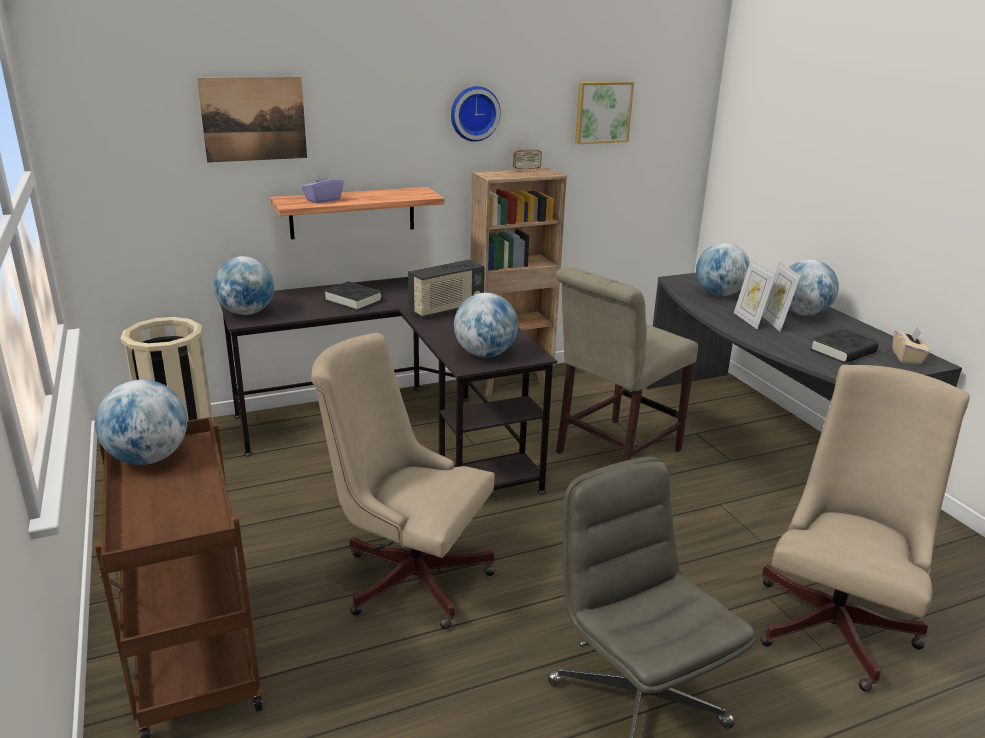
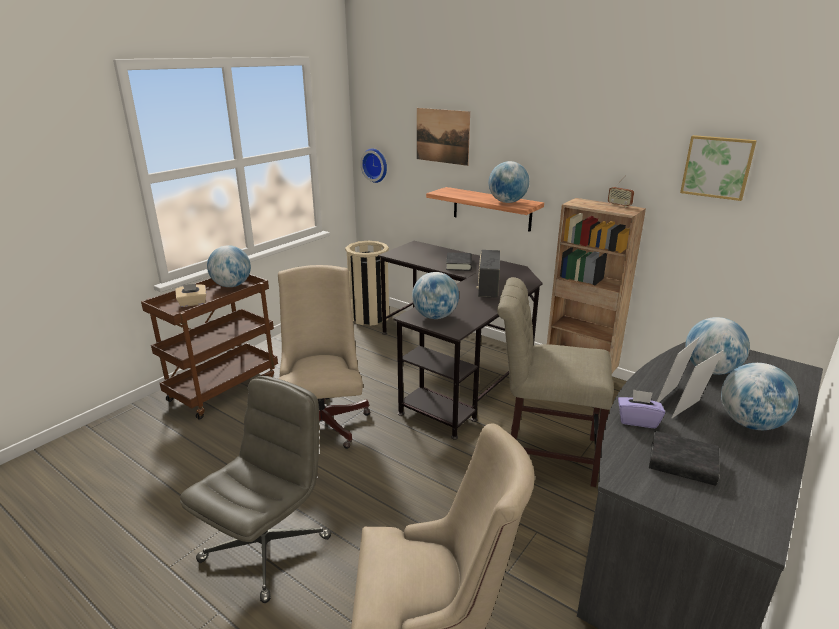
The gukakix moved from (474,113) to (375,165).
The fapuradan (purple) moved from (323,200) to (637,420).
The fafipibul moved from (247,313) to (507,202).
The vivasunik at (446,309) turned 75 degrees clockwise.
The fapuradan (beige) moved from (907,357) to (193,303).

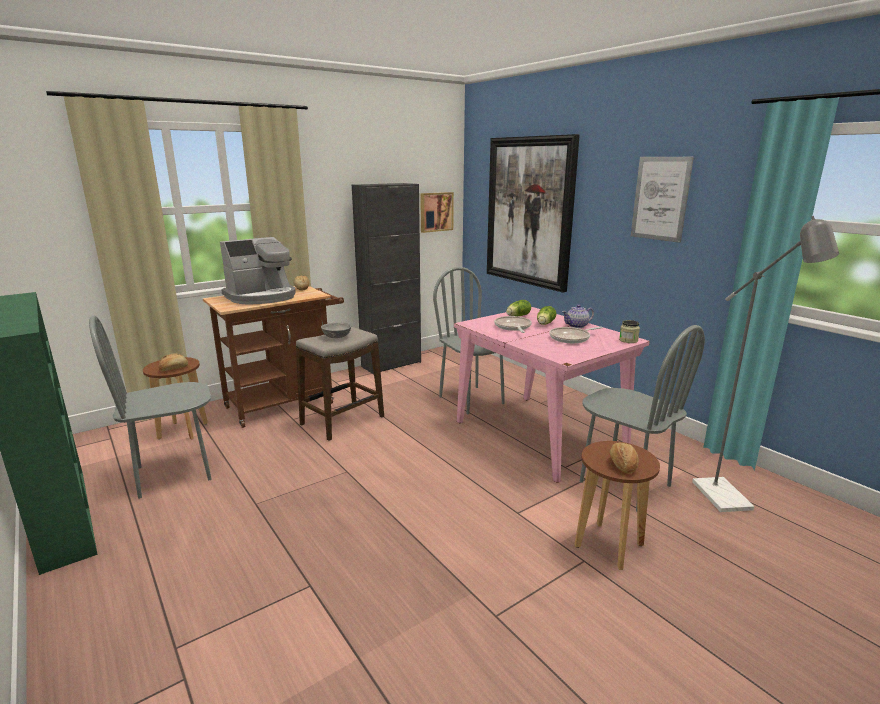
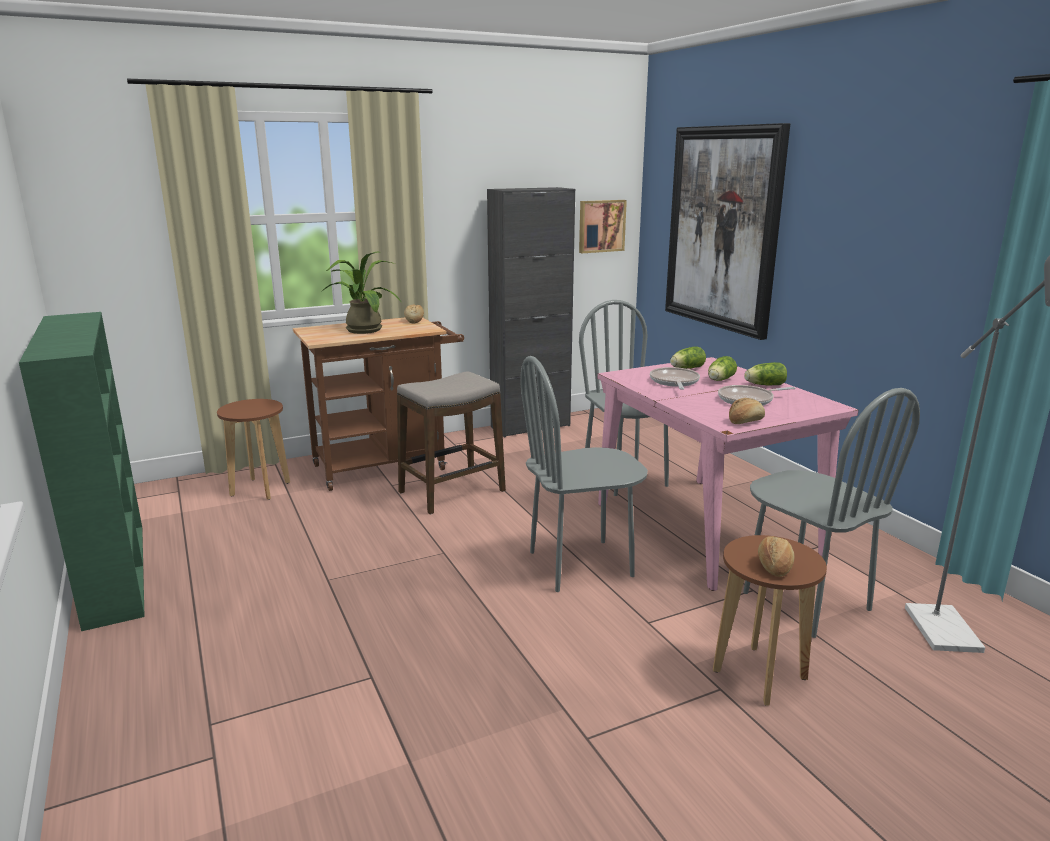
The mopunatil at (660,199) disappeared.
The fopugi at (262,297) was replaced by the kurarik at (362,329).
The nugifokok at (577,326) was replaced by the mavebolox at (763,385).
The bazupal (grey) moved from (174,473) to (580,564).
The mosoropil at (628,340) disappeared.
The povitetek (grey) at (336,336) disappeared.
The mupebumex moved from (173,368) to (745,421).

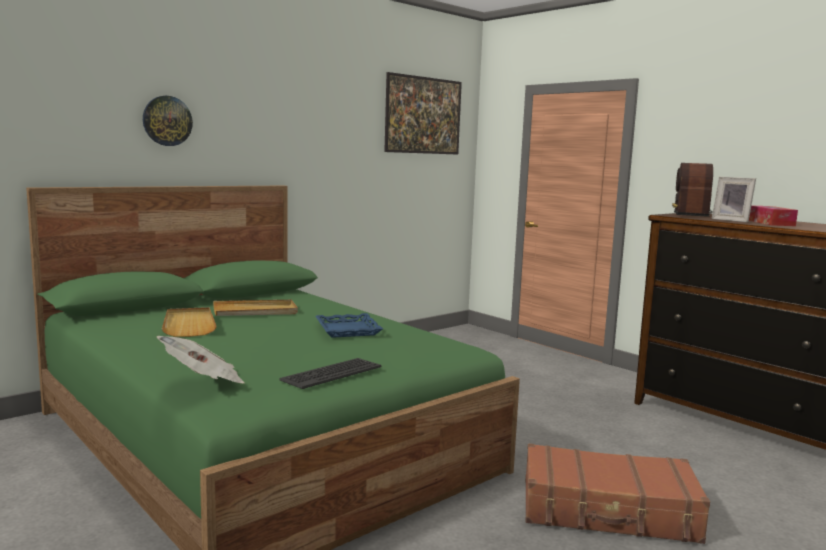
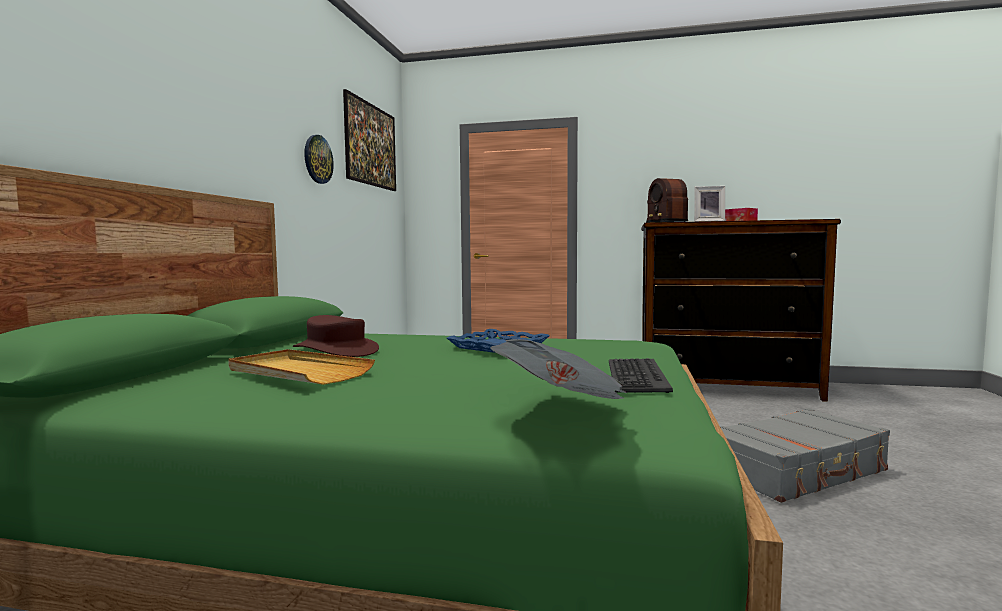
The gukakix moved from (167,121) to (317,159).
The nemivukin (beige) at (255,311) was replaced by the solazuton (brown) at (336,350).
The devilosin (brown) at (608,511) became the devilosin (grey) at (797,471).

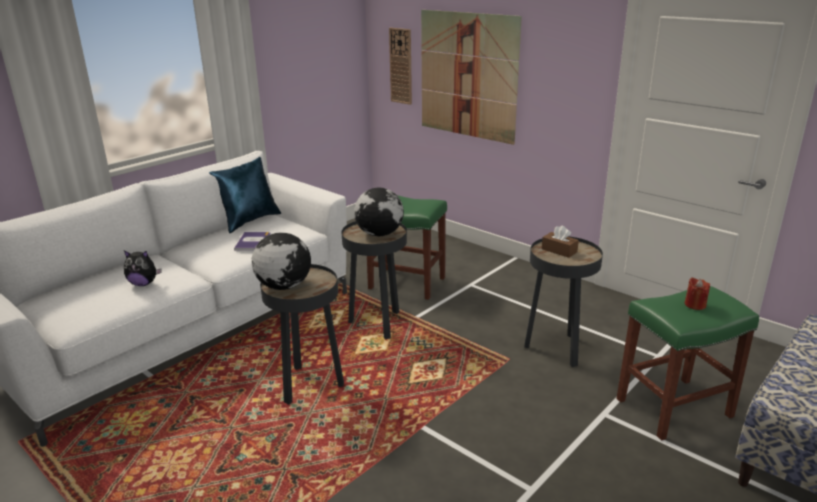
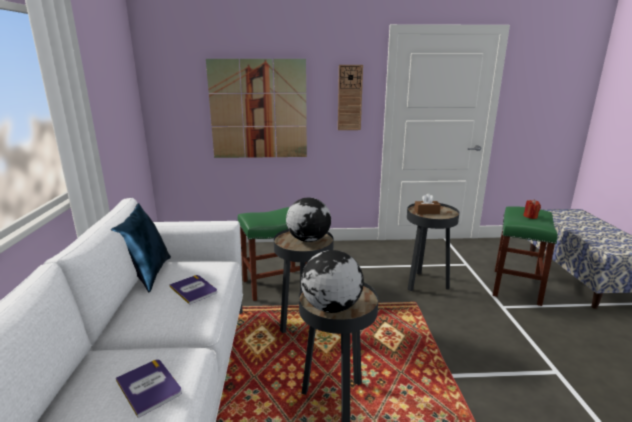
The gukakix moved from (401,66) to (349,98).
The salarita at (144,284) was replaced by the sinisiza at (149,387).

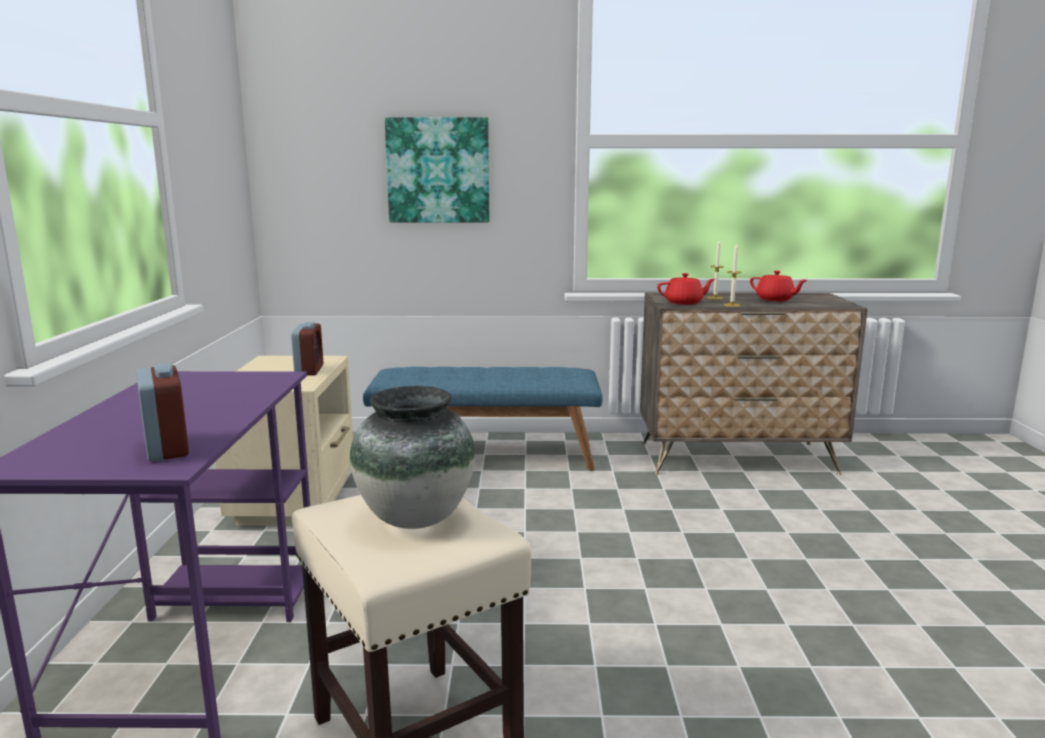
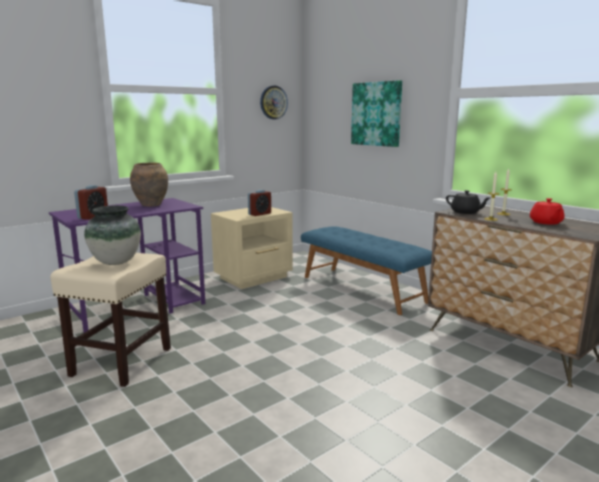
The nugifokok (red) at (684,302) became the nugifokok (black) at (465,212).
The gukakix at (273,102) appeared.
The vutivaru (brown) at (151,205) appeared.

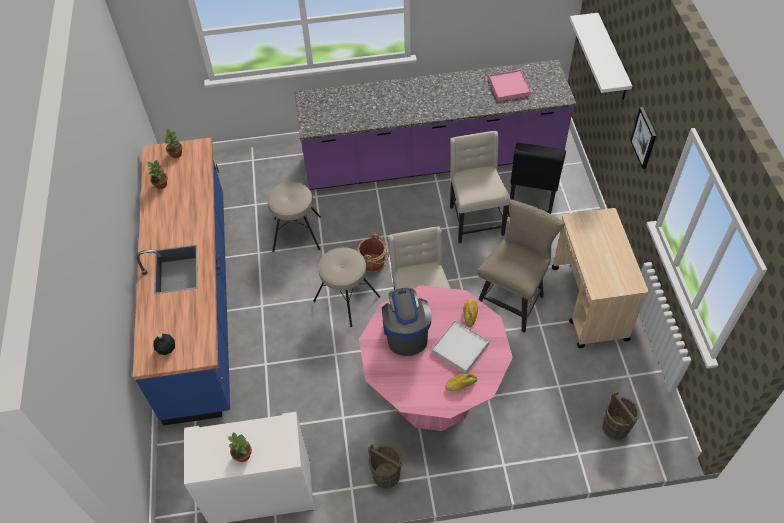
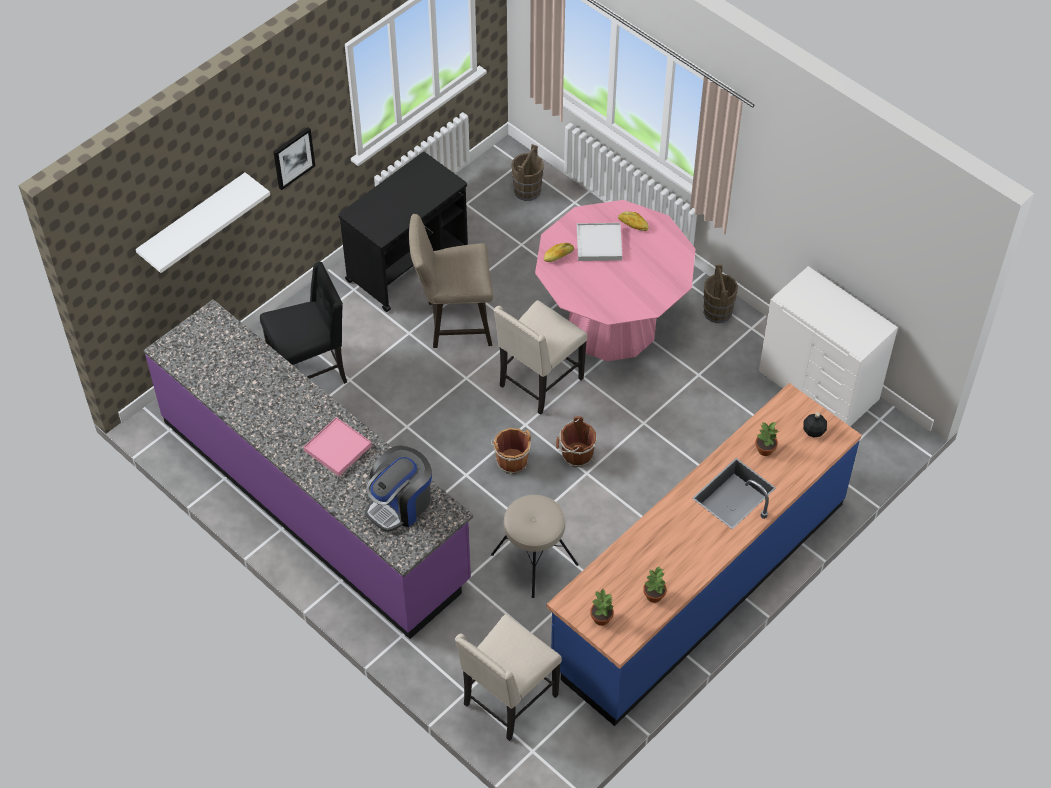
The nemivukin (pink) moved from (509,87) to (337,448).
The bazupal (beige) moved from (475,220) to (508,700).
The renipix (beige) at (589,304) became the renipix (black) at (408,264).
The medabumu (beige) at (346,299) was replaced by the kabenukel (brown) at (575,455).
The fopugi moved from (406,333) to (400,504).
The kurarik moved from (243,455) to (764,449).

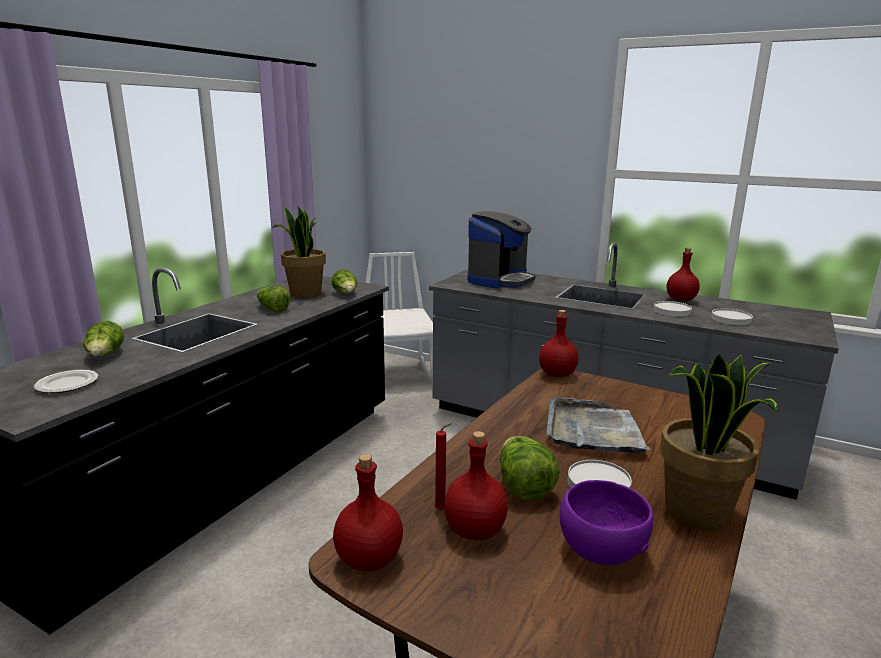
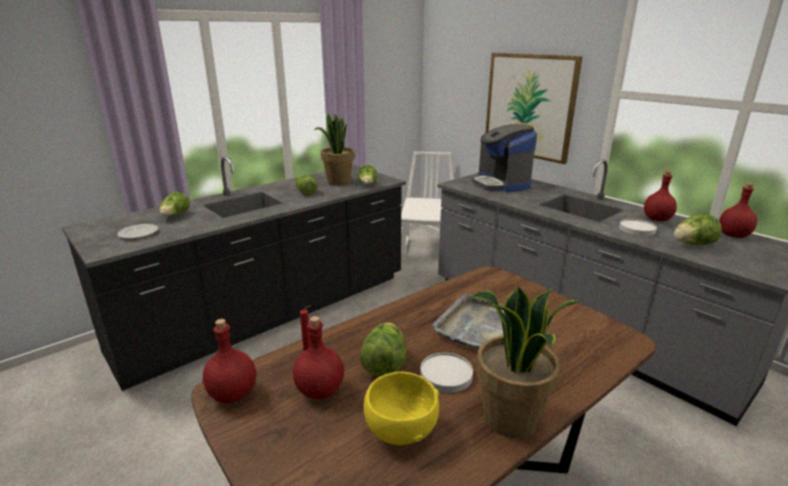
The fopugi at (500,280) turned 105 degrees clockwise.
The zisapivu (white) at (731,319) was replaced by the mavebolox at (692,244).
The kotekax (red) moved from (556,375) to (733,235).
The povitetek (purple) at (600,550) became the povitetek (yellow) at (400,430).
The mopunatil at (529,106) appeared.

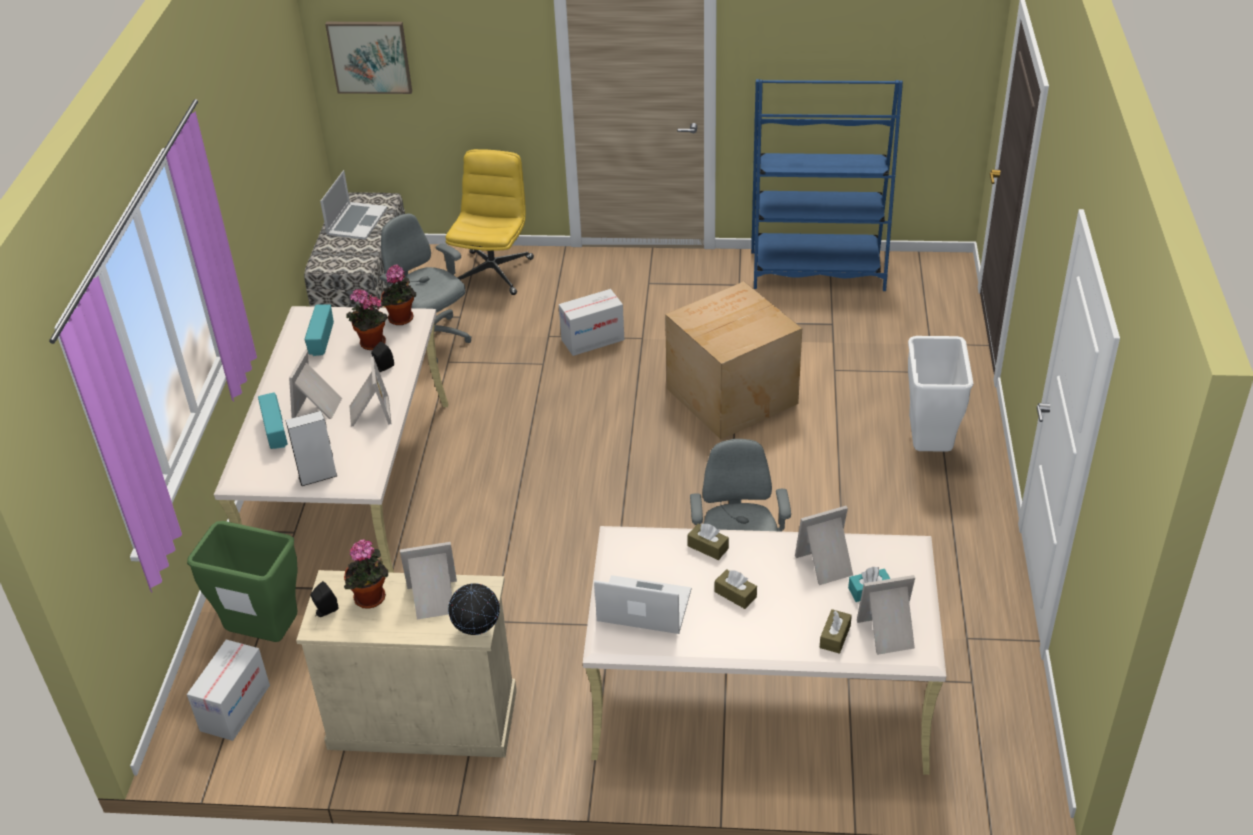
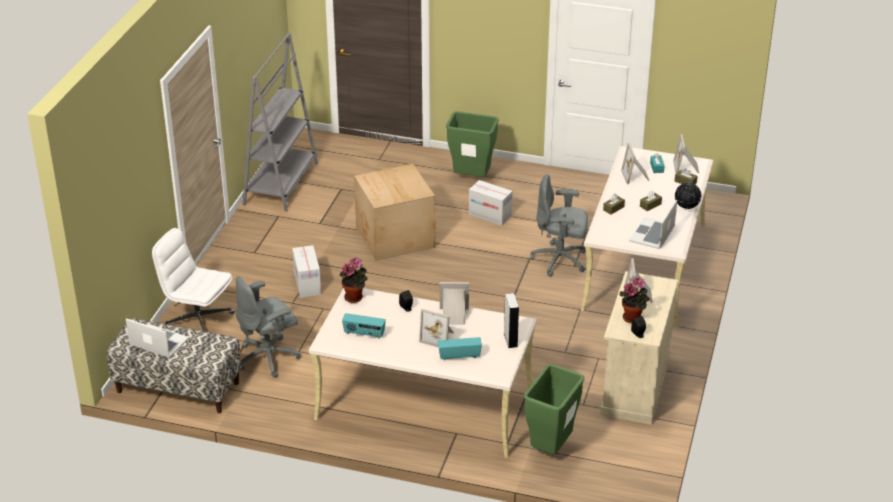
The mopunatil at (370,56) disappeared.
The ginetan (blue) at (817,271) became the ginetan (grey) at (281,184).
The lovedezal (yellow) at (493,272) became the lovedezal (white) at (197,320).
The kurarik at (370,344) disappeared.
The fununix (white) at (929,447) became the fununix (green) at (472,178).
The fafipibul moved from (477,631) to (686,209).
The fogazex moved from (235,707) to (490,215).

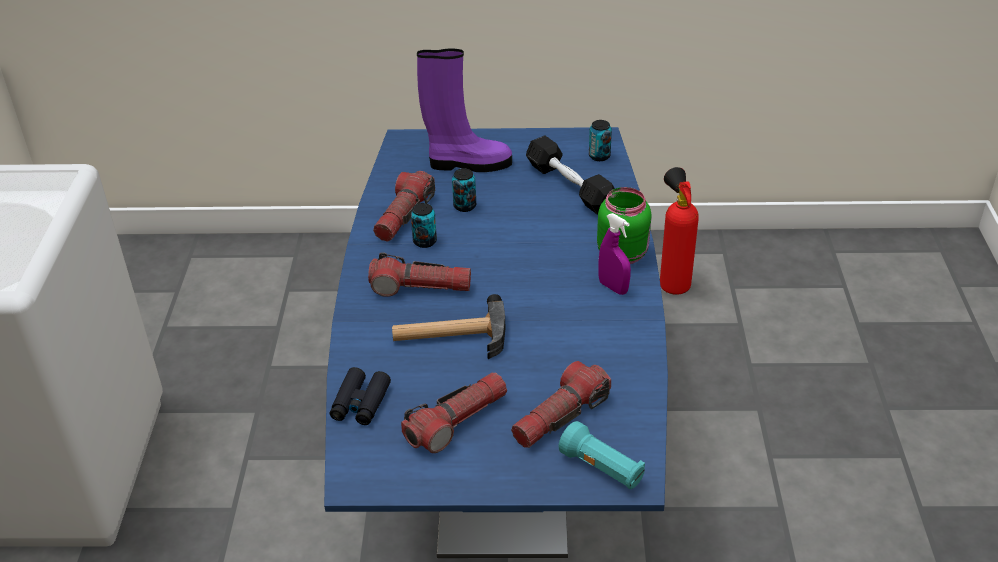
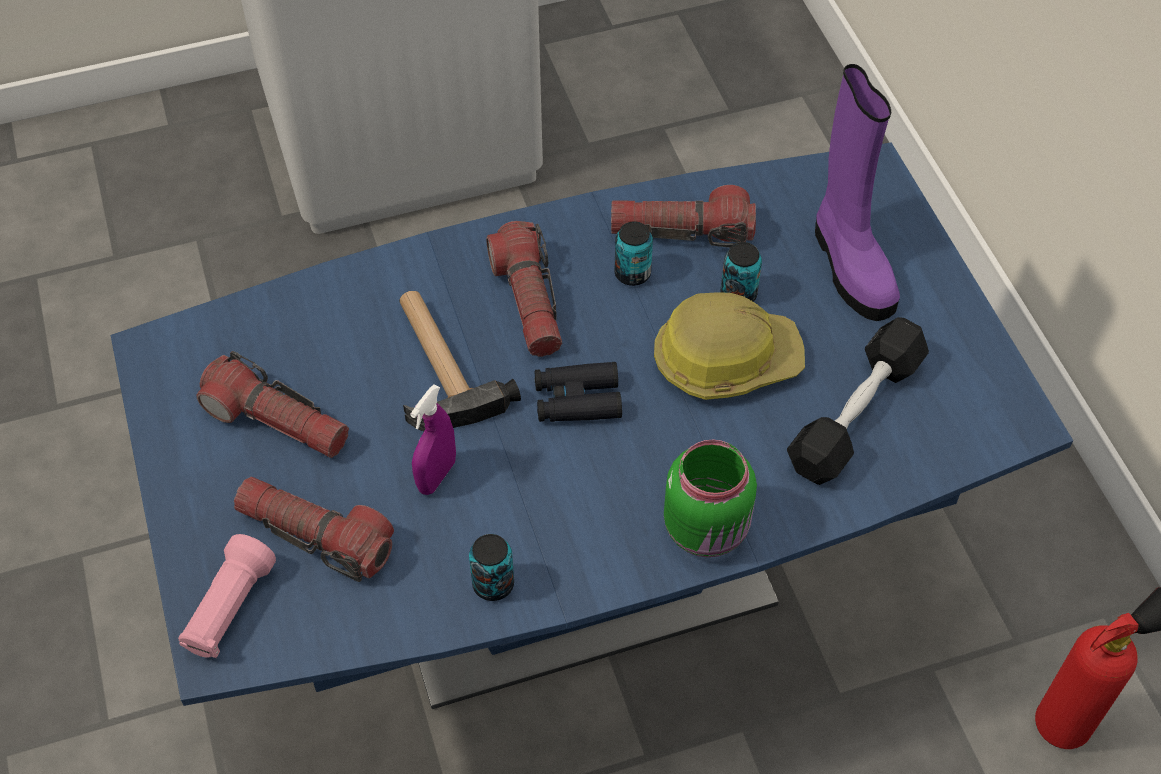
The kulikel moved from (599,156) to (493,584).
The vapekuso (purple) moved from (613,287) to (436,476).
The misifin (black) moved from (360,403) to (577,400).
The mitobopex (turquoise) at (602,469) became the mitobopex (pink) at (229,609).
The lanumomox at (725,359) appeared.

